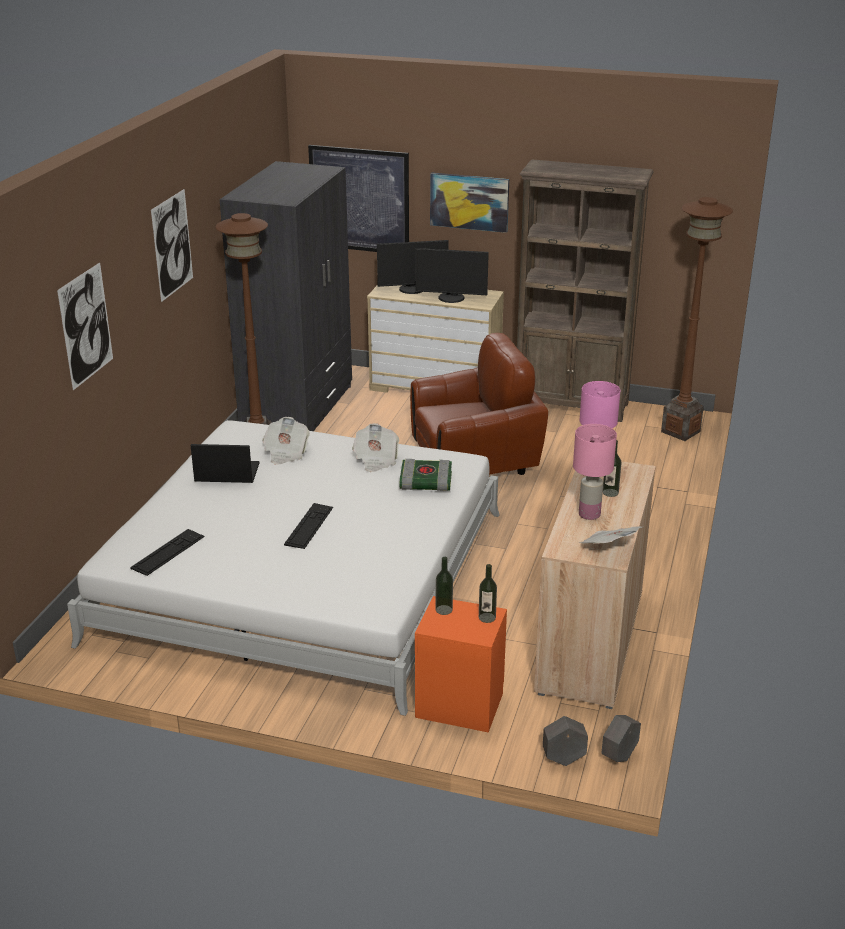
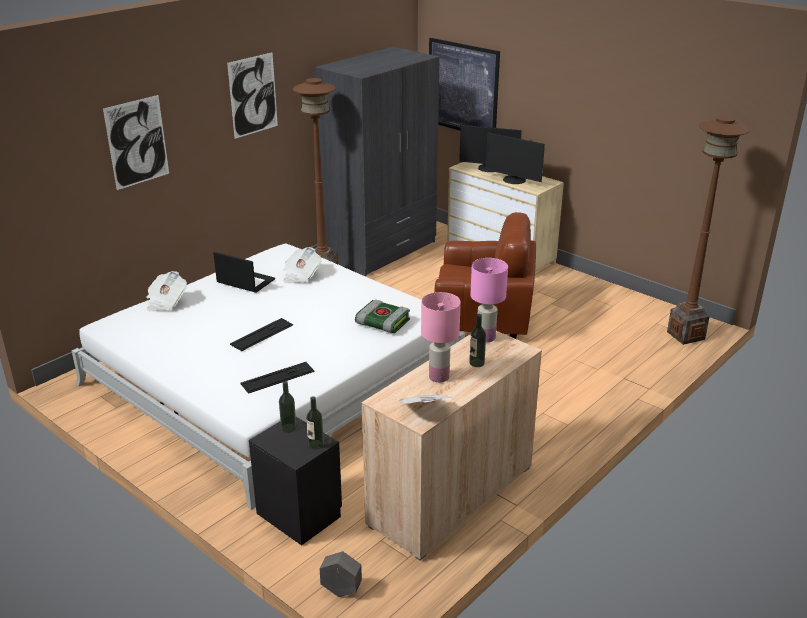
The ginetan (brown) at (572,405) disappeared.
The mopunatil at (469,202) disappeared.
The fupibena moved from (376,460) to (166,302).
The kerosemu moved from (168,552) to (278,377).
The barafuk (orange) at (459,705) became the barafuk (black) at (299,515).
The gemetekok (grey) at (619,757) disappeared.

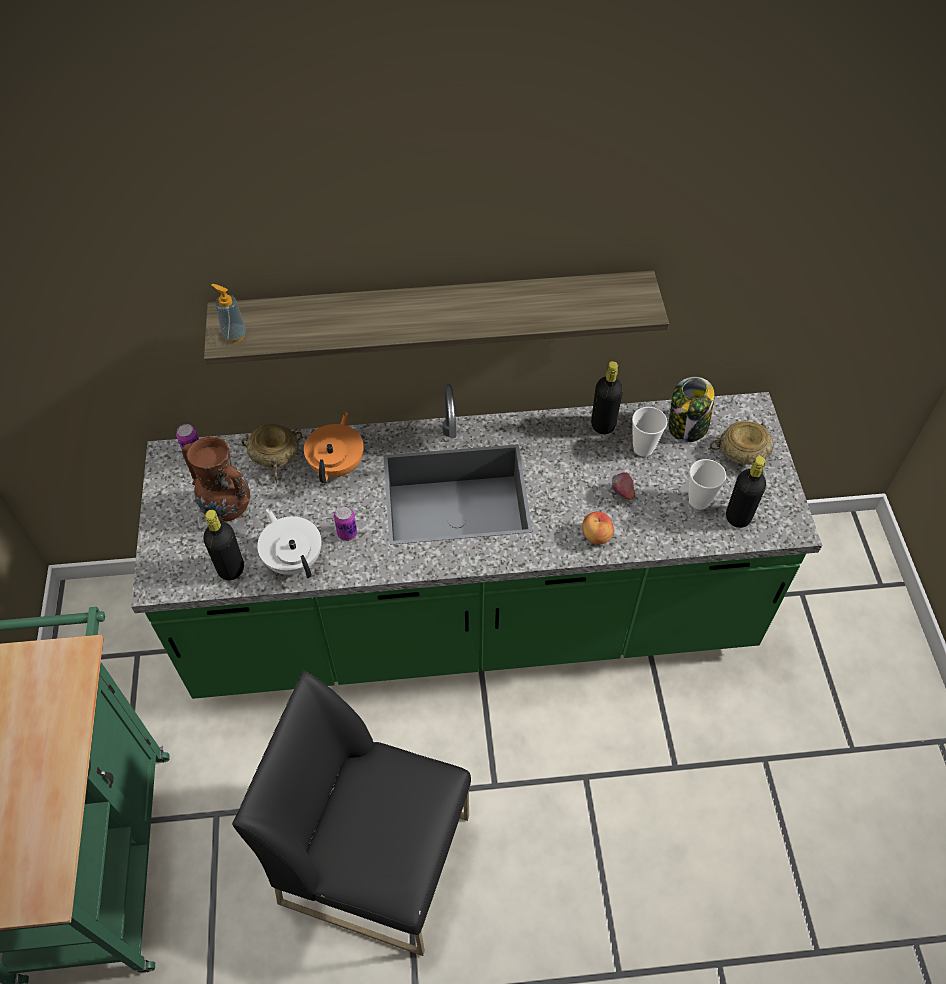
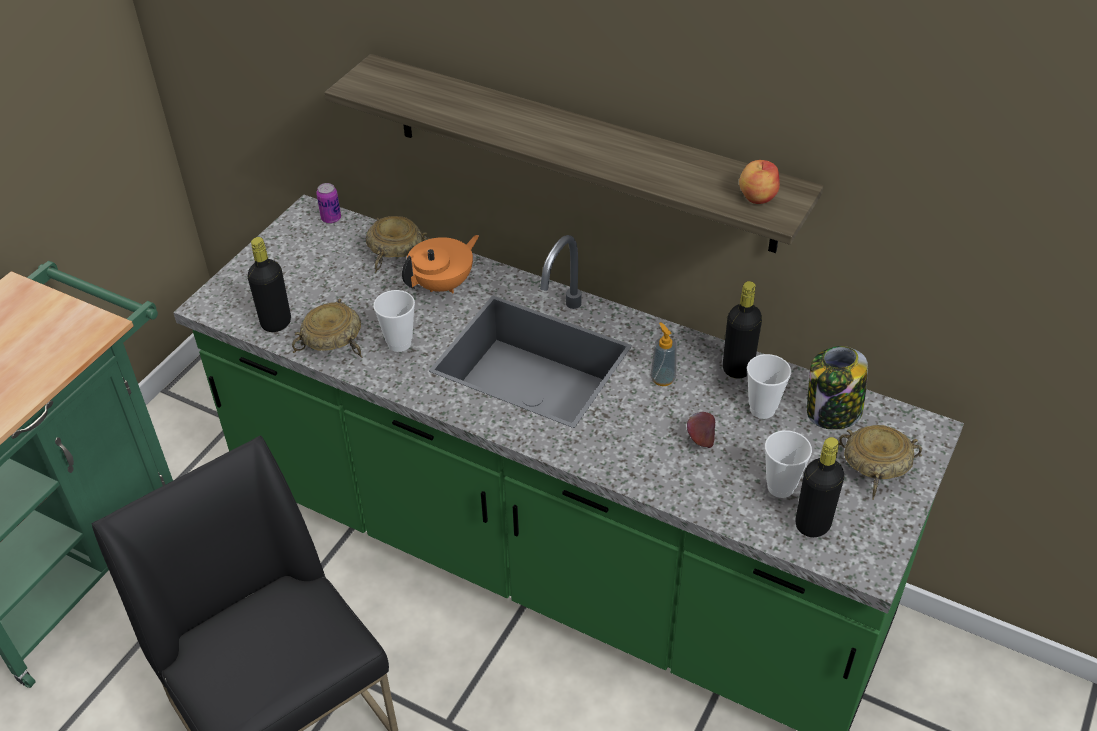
The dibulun moved from (234,335) to (662,378).
The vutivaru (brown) at (227,509) disappeared.
The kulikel at (347,533) was replaced by the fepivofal at (399,343).
The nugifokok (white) at (294,559) was replaced by the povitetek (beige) at (334,341).
The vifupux moved from (595,536) to (757,197).

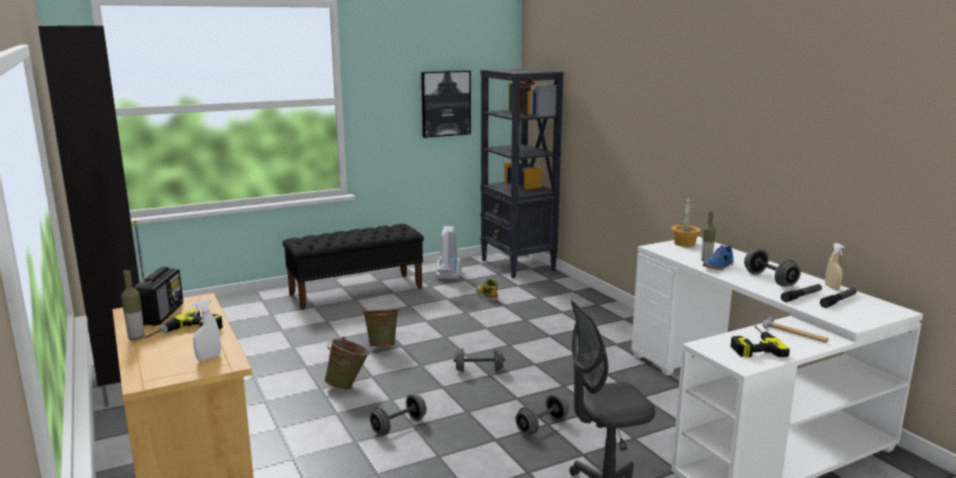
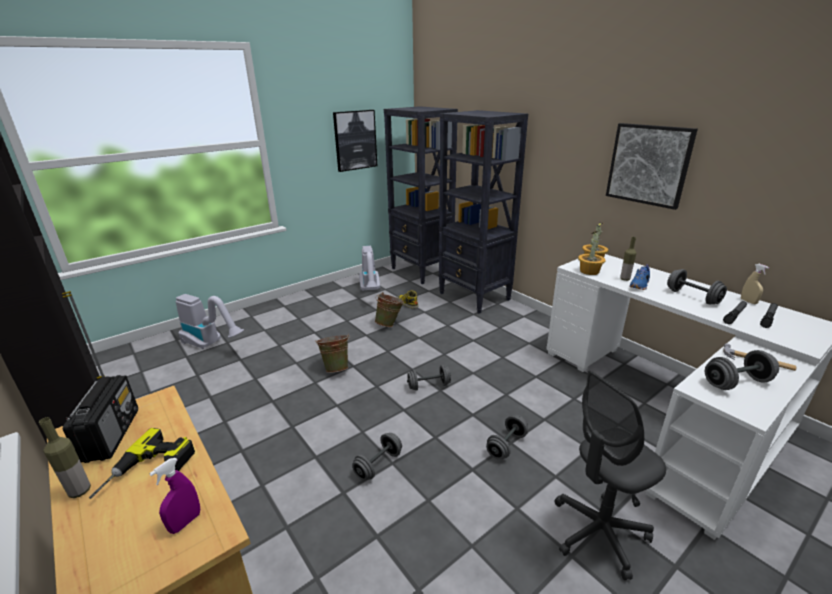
The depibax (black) at (357,291) disappeared.
The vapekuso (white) at (208,357) became the vapekuso (purple) at (185,522).
The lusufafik at (752,345) was replaced by the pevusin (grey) at (736,382).
The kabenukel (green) moved from (348,386) to (390,324).
The ginetan (black) at (474,297) appeared.
The mopunatil at (648,165) appeared.
The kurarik at (589,271) appeared.
The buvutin at (211,344) appeared.

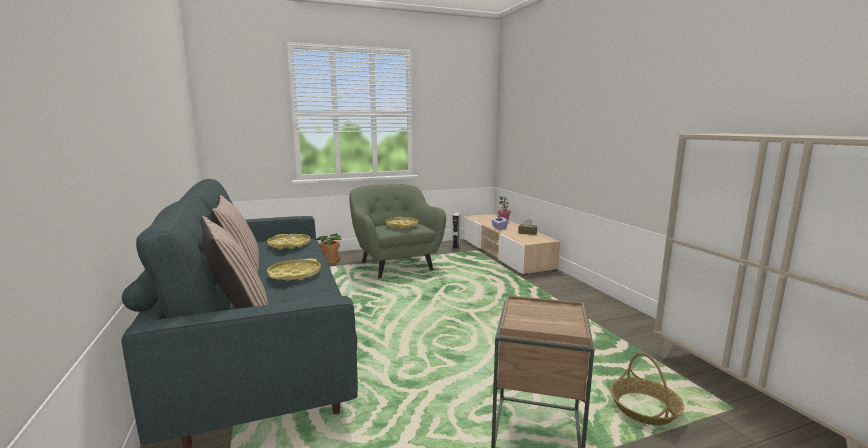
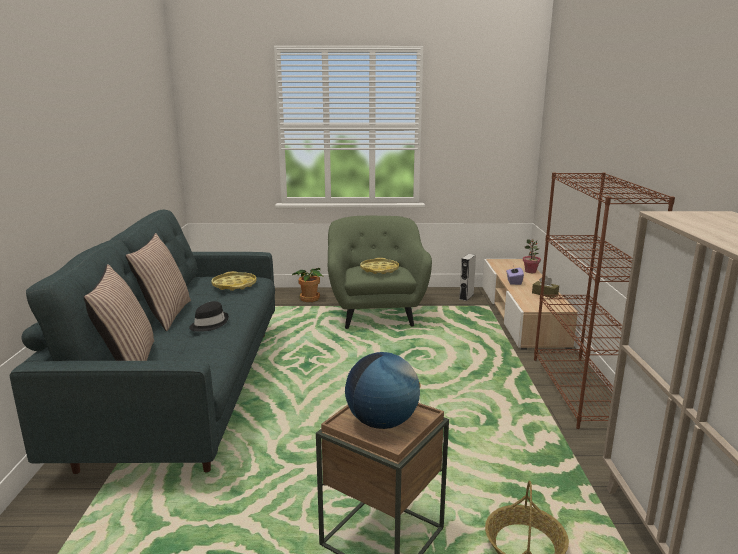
The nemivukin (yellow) at (294,274) was replaced by the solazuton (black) at (209,324).
The ginetan (brown) at (580,390) appeared.
The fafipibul at (382,422) appeared.

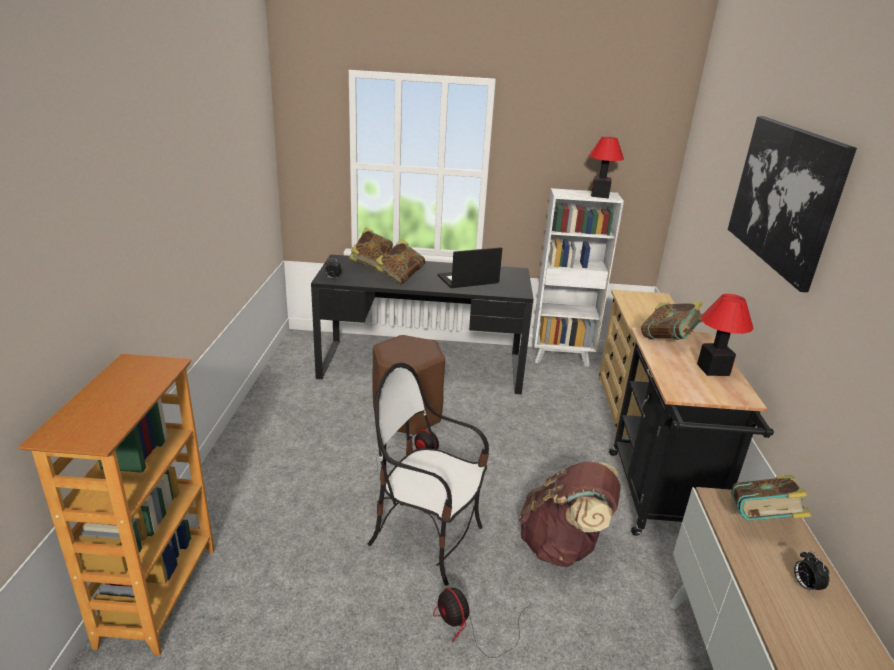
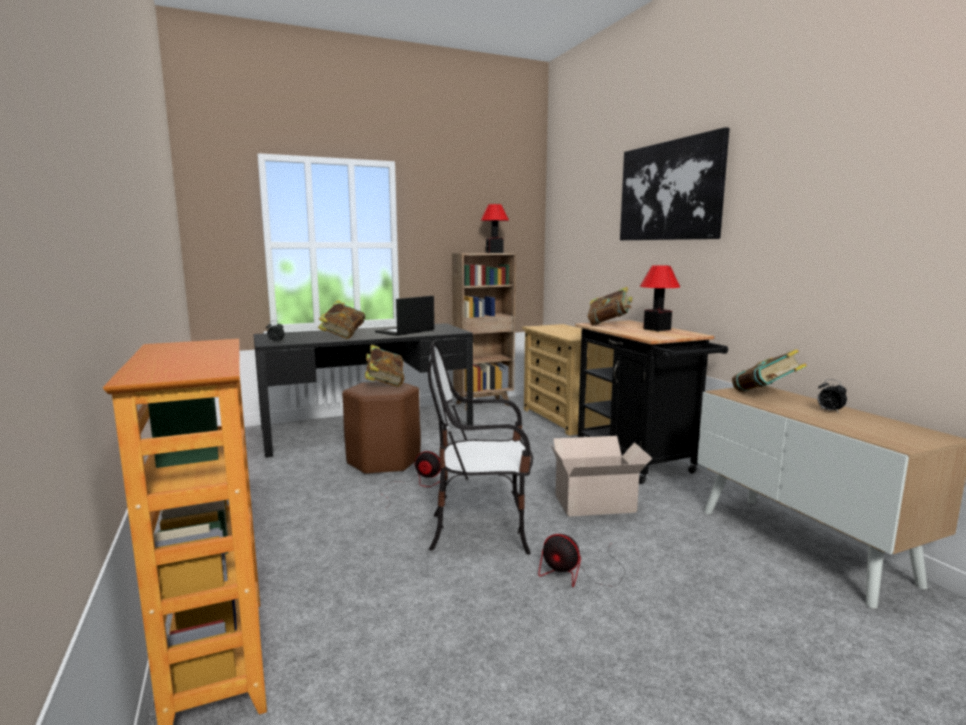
The ginetan (white) at (562,357) became the ginetan (brown) at (484,404).
The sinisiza moved from (371,264) to (385,383).
The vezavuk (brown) at (563,546) was replaced by the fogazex at (597,504).

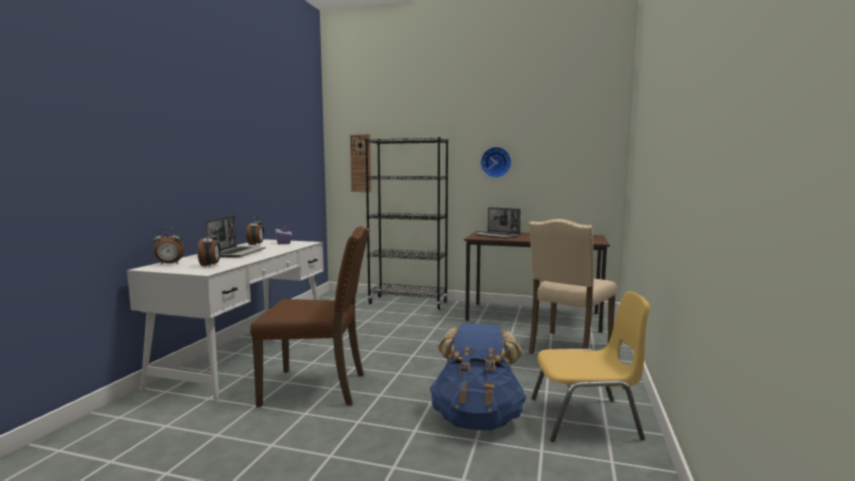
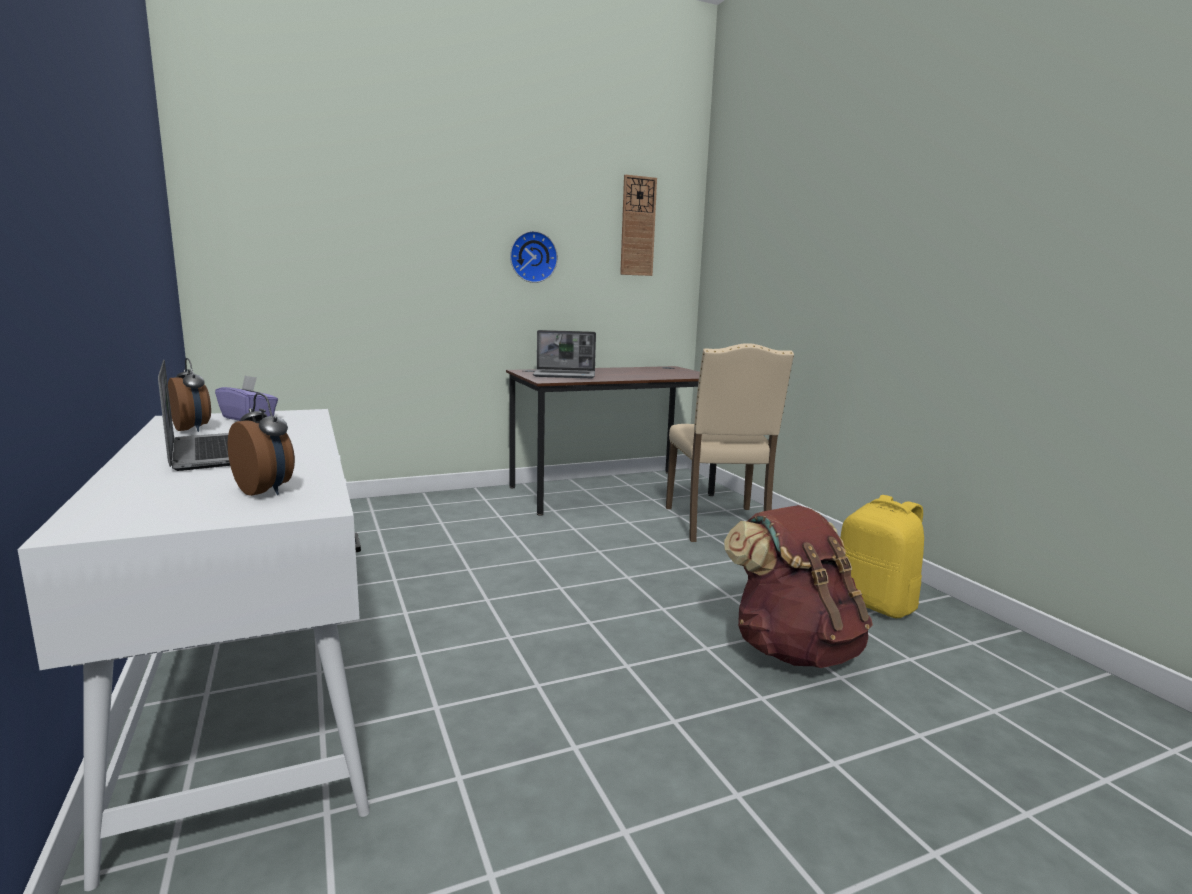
The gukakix moved from (360,163) to (637,226).
The ginetan (black) at (408,303) disappeared.
The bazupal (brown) at (317,388) disappeared.
The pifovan at (169,264) disappeared.
The bazupal (yellow) at (586,419) was replaced by the vezavuk (yellow) at (876,604).
The vezavuk (blue) at (477,419) became the vezavuk (brown) at (793,649).

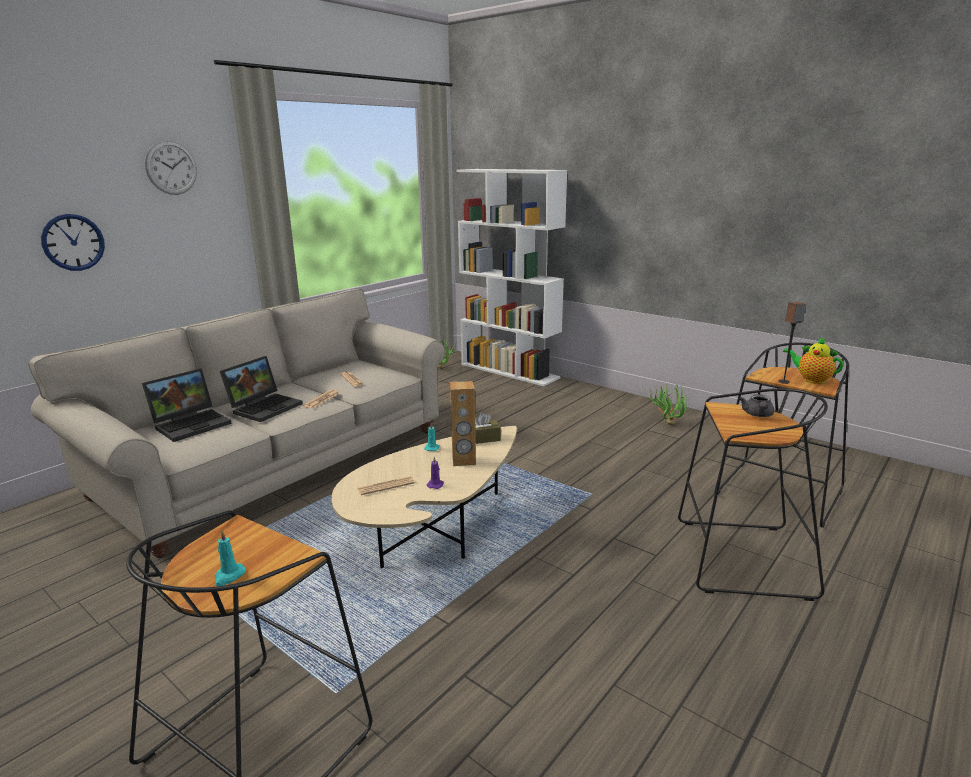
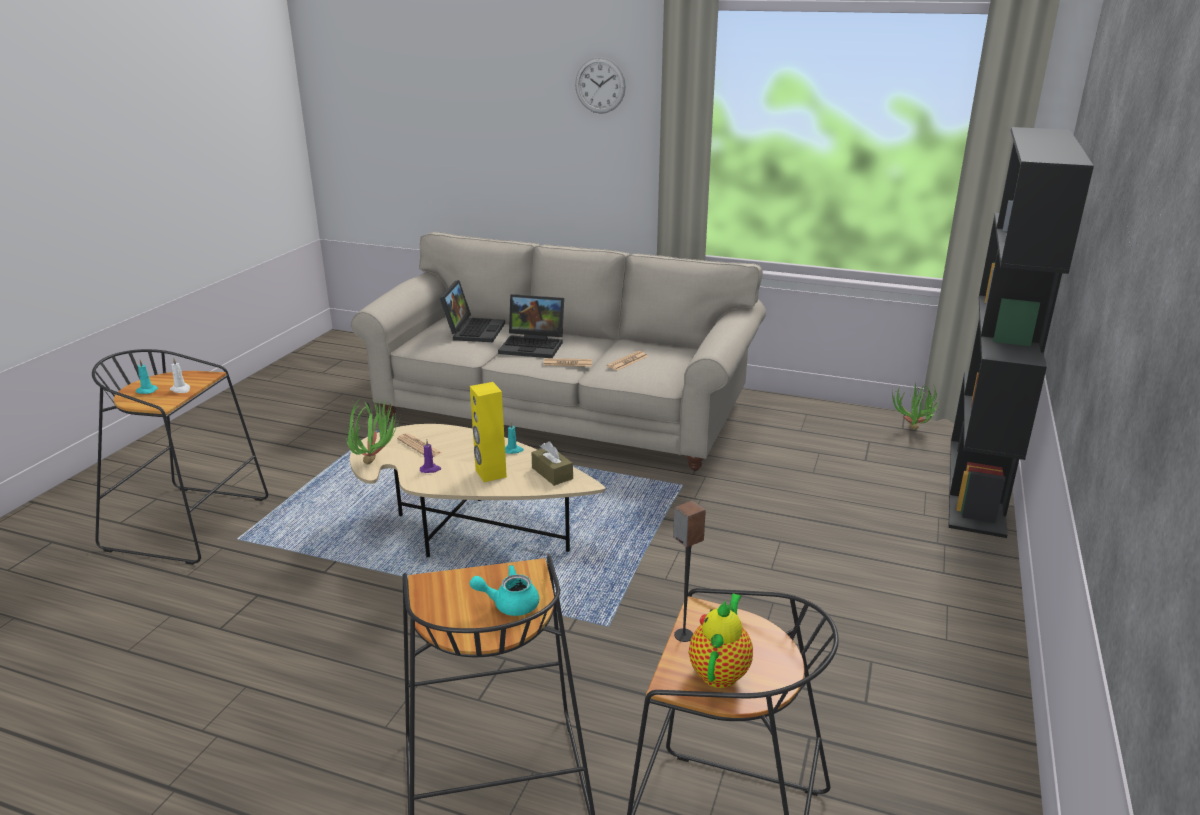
The ginetan (white) at (510,371) became the ginetan (black) at (977,486).
The gukakix at (73,242) disappeared.
The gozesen at (192,424) turned 105 degrees counterclockwise.
The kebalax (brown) at (464,461) became the kebalax (yellow) at (490,474).
The kurarik moved from (666,423) to (376,460).
The nugifokok (grey) at (757,415) became the nugifokok (turquoise) at (509,604).
The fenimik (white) at (181,389) appeared.

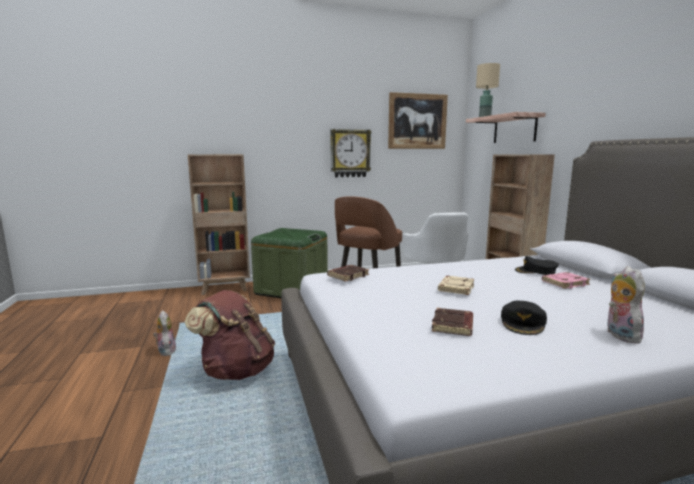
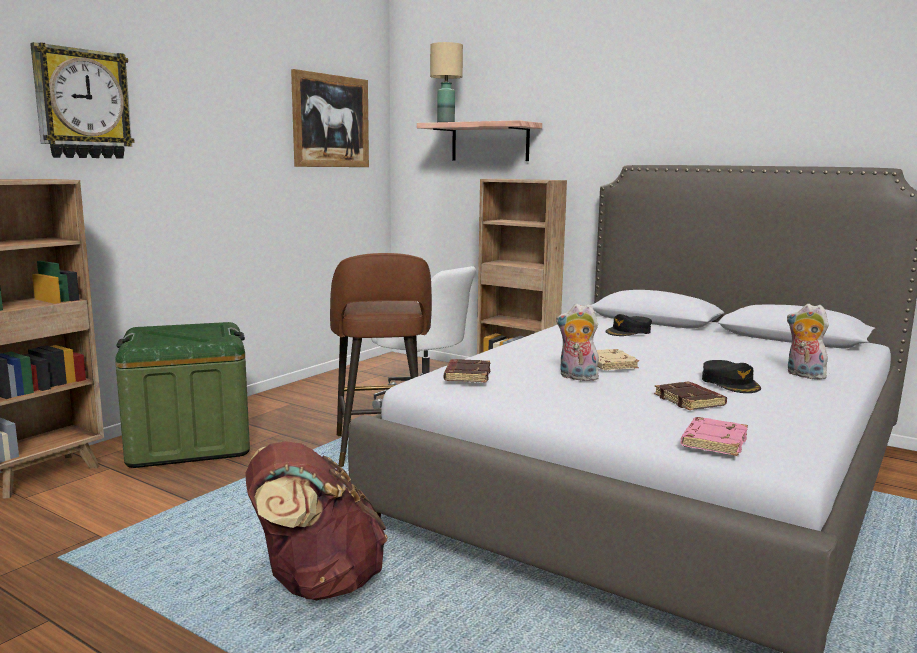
The gukakix moved from (350,153) to (82,104).
The sinisiza (pink) moved from (564,283) to (713,441).
The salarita moved from (165,351) to (576,377).

